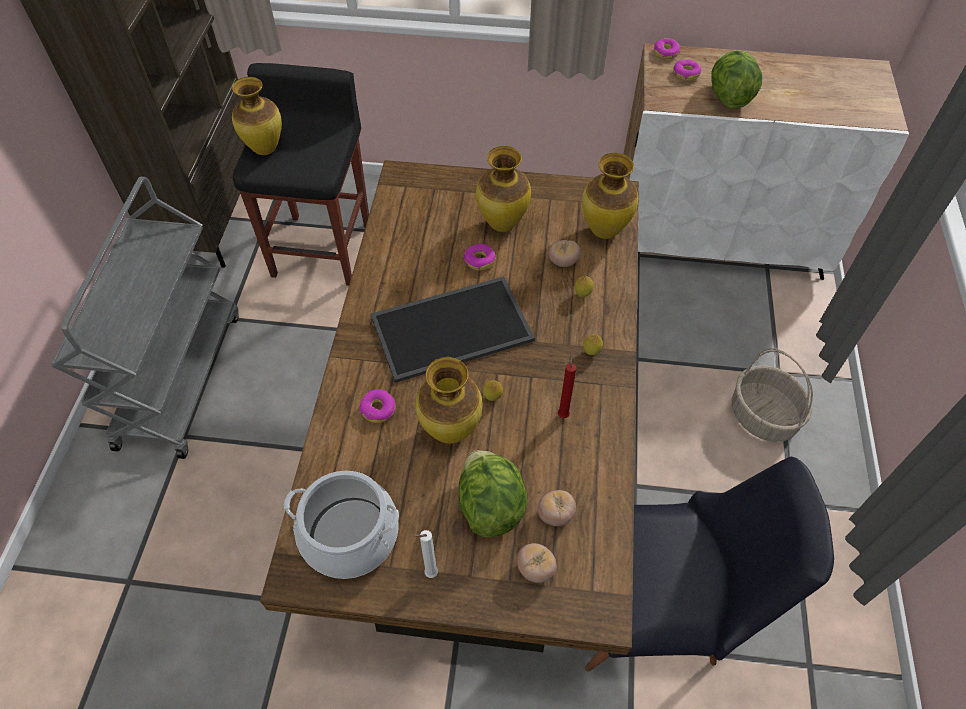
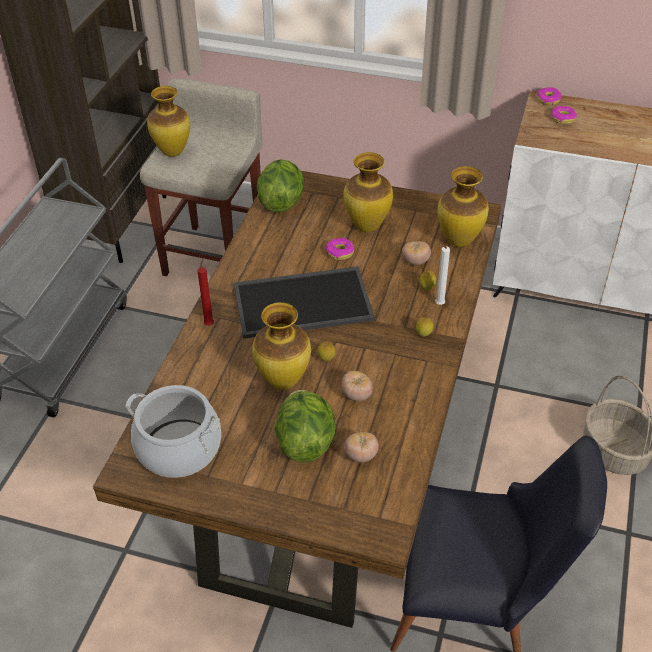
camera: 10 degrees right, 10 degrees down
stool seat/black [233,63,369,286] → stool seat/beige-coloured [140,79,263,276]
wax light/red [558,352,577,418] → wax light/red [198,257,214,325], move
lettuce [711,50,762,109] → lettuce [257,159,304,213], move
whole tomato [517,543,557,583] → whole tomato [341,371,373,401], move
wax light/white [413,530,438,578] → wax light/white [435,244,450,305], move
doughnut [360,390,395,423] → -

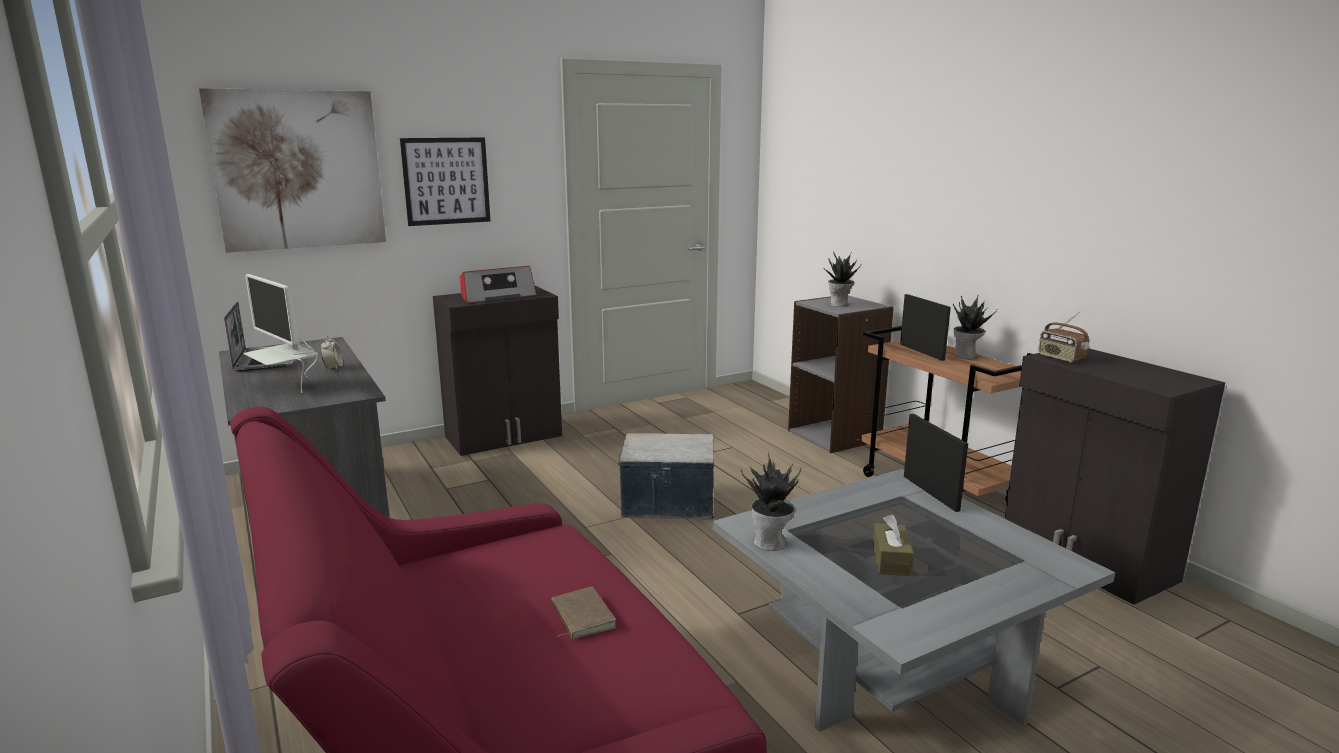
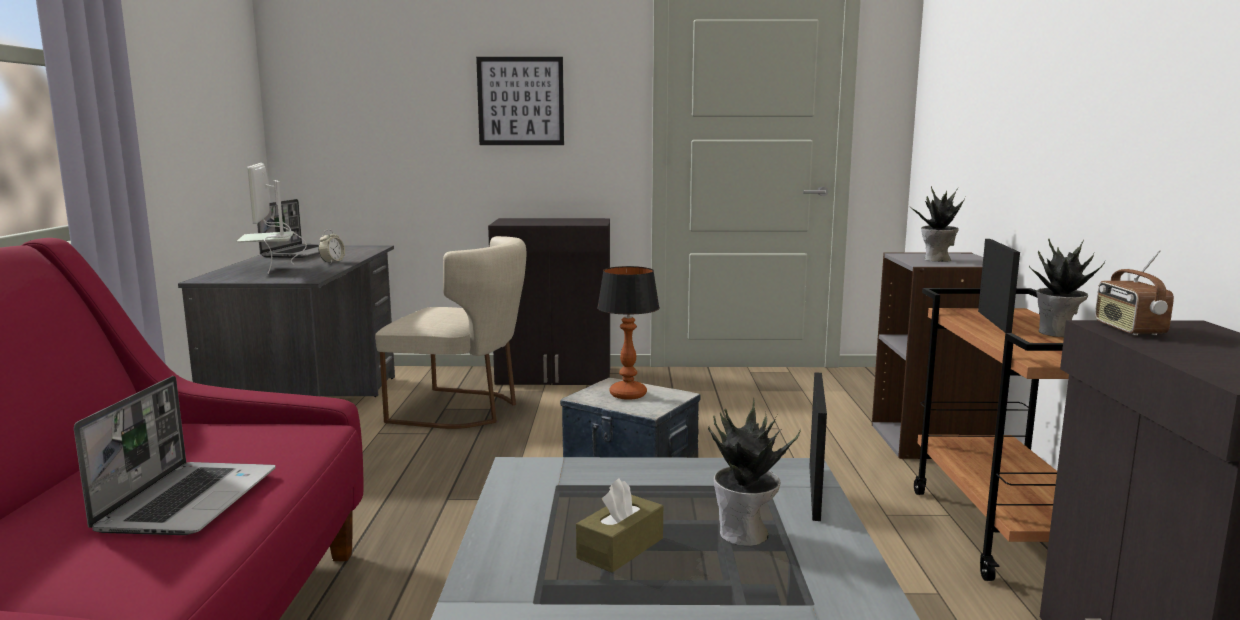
camera: 30 degrees right, 5 degrees down
bound book/brown [551,587,616,639] → laptop [74,376,276,535]
- → chair/beige-coloured [375,236,526,429]
- → table lamp [597,266,660,400]
houseplant [741,453,802,551] → houseplant [708,398,801,546], move
wall art [199,88,386,253] → -
radio set [460,266,537,303] → -

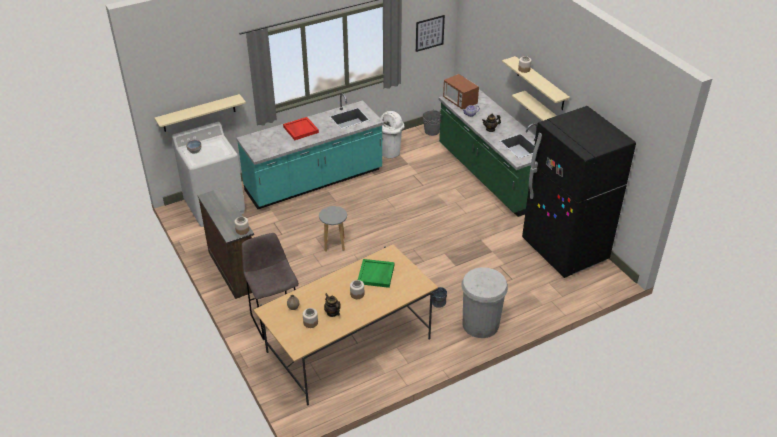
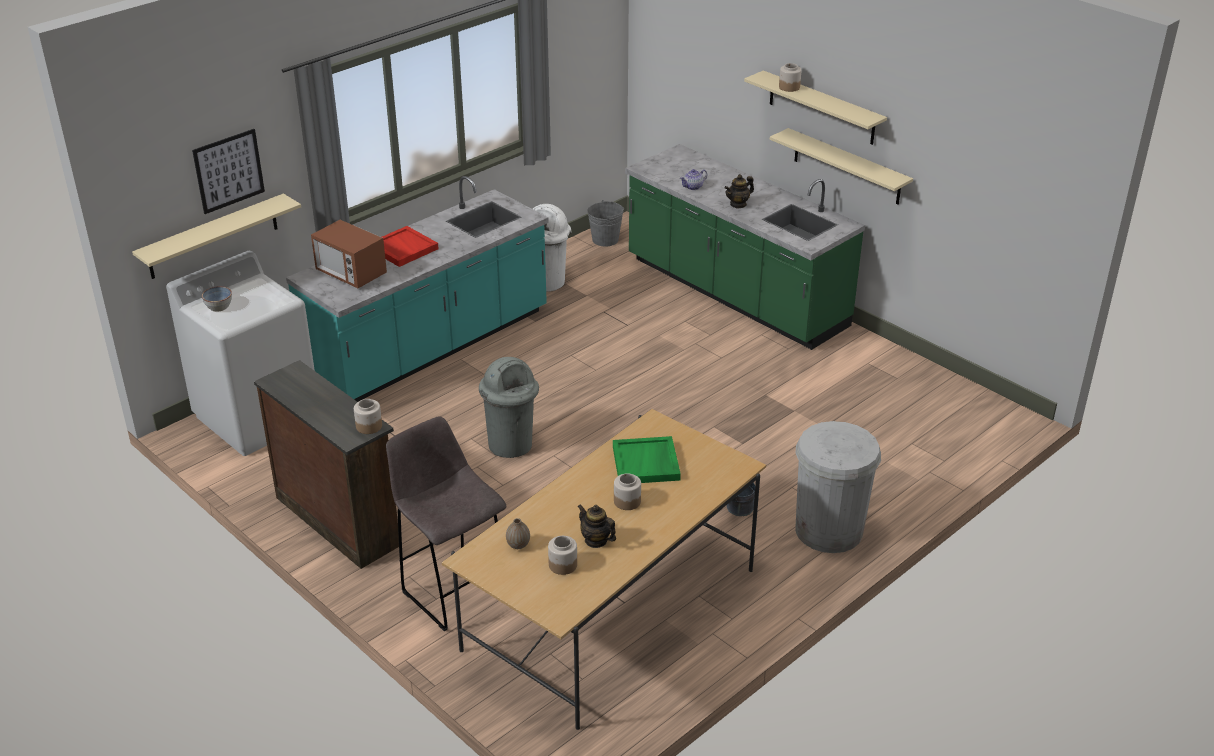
camera: 15 degrees left, 5 degrees down
wall art [416,15,445,52] → wall art [192,129,265,214], move
kitchen microwave [443,74,479,109] → kitchen microwave [311,220,387,288], move
stool seat/greyish [319,206,347,252] → rubbish bin/greyish [479,357,539,458]
fridge/black [522,106,636,278] → -

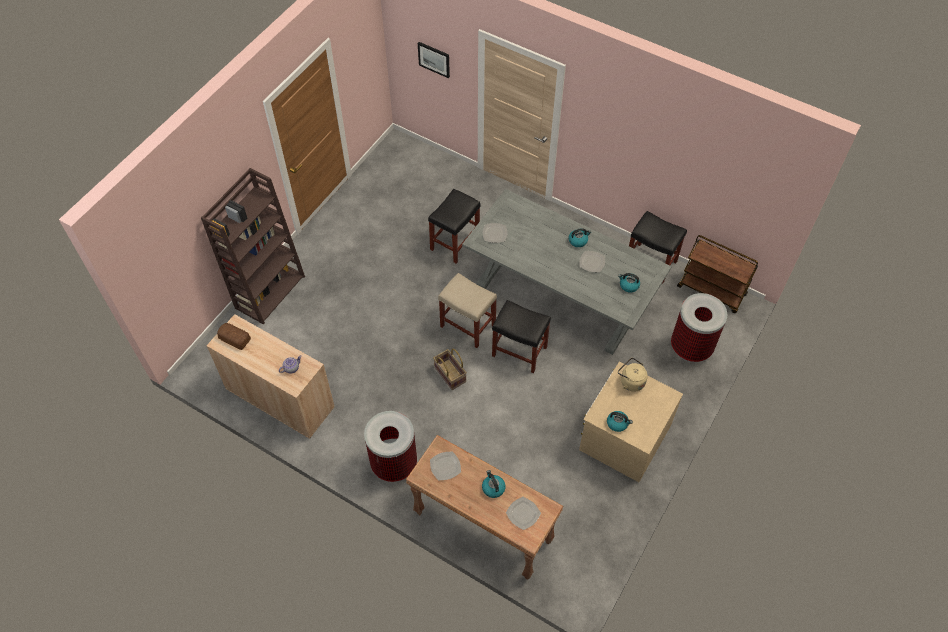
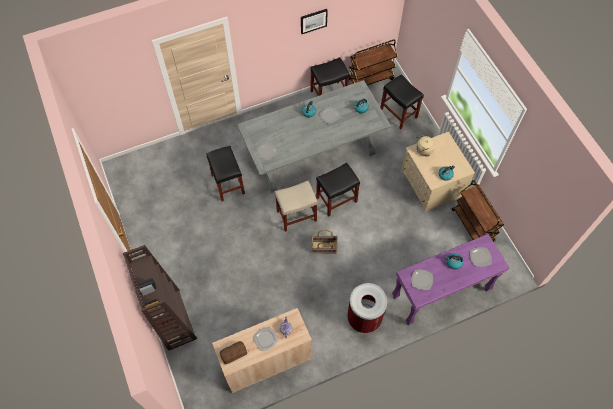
camera: 55 degrees left, 5 degrees up
- → flat dish [253,327,278,351]
wall art [418,42,450,78] → wall art [301,9,328,34], move
rubbish bin [671,293,727,362] → stool seat/black [380,74,424,129]
hall table/brown [406,435,563,580] → hall table/purple-coloured [392,234,509,325]
- → cart/brown [452,180,504,242]

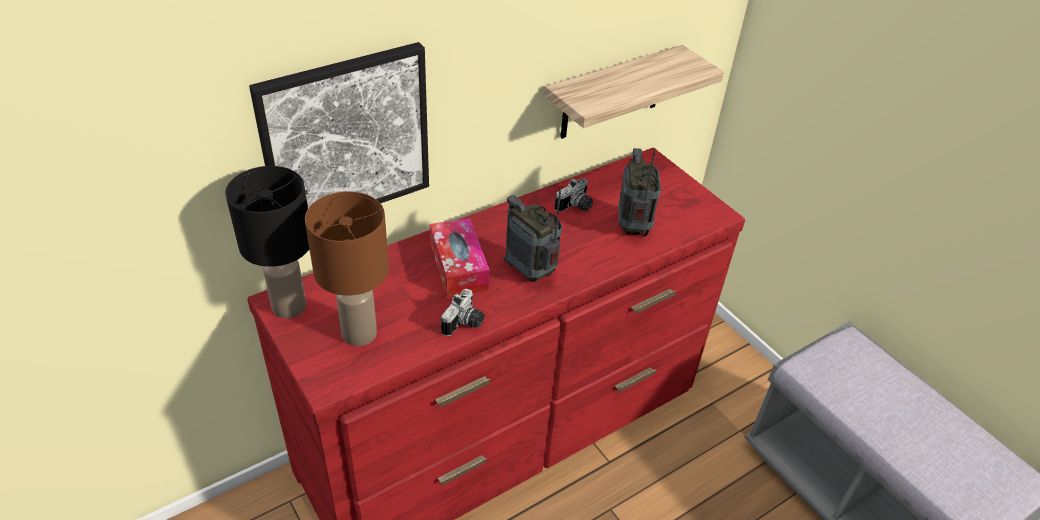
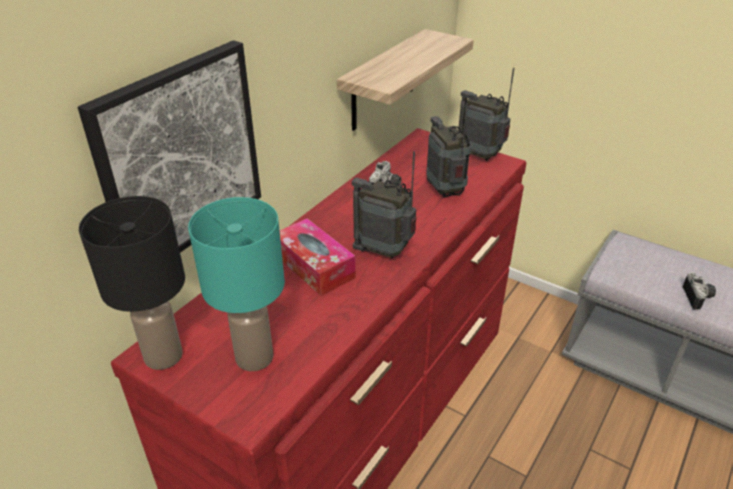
camera: 20 degrees left, 5 degrees down
table lamp/brown [305,191,389,346] → table lamp/turquoise [188,197,285,371]
- → radio set [458,68,514,161]
photo camera [441,289,484,336] → photo camera [682,272,716,310], move

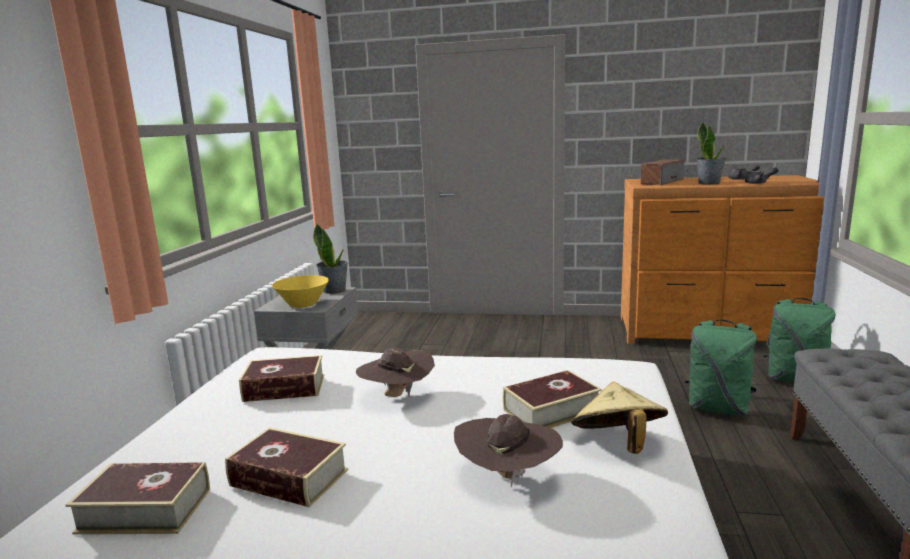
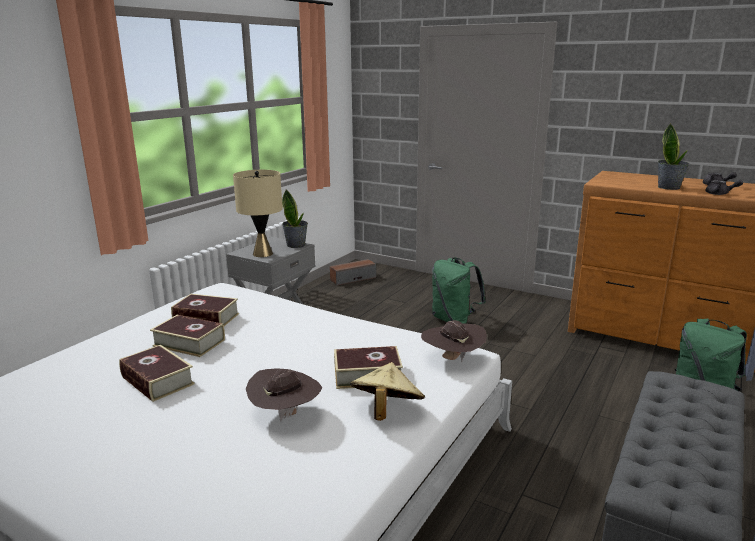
camera: 20 degrees right, 5 degrees up
bound book [66,462,210,535] → bound book [150,315,225,357], move
deep dish/yellow [272,275,329,308] → table lamp/beige-coloured [233,170,283,257]
loudspeaker [641,160,684,185] → loudspeaker [330,259,376,286], move
wearable hat/brown [356,348,435,397] → wearable hat/brown [421,320,487,362], move
backpack/greenish [685,320,757,416] → backpack/greenish [432,257,486,324], move

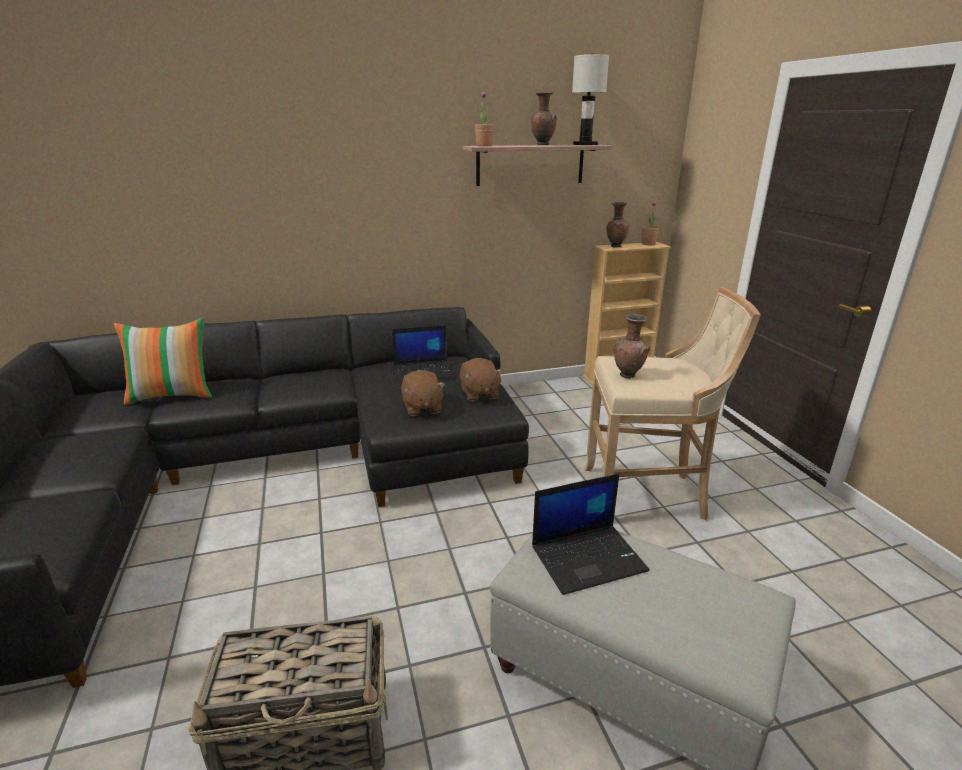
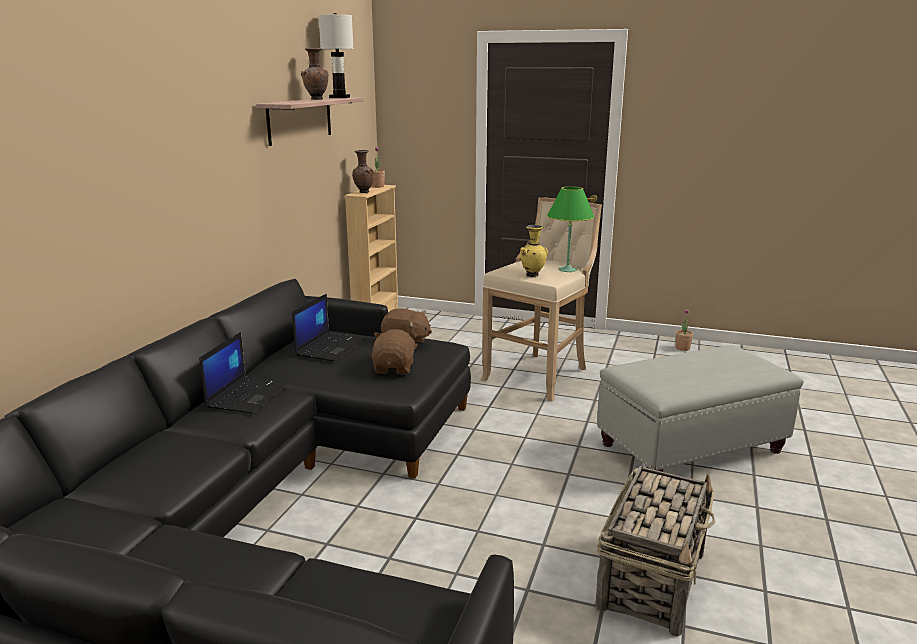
camera: 55 degrees left, 5 degrees down
laptop [532,474,650,595] → laptop [199,332,289,414], move
soft toy/brown [401,370,446,416] → soft toy/brown [371,329,417,375], 105 degrees counterclockwise
vase/brown [614,314,650,379] → vase/yellow [520,225,548,277]
- → table lamp/greenish [547,186,595,272]
houseplant [475,91,494,146] → houseplant [676,309,693,351], move
throw pillow [114,318,212,405] → -

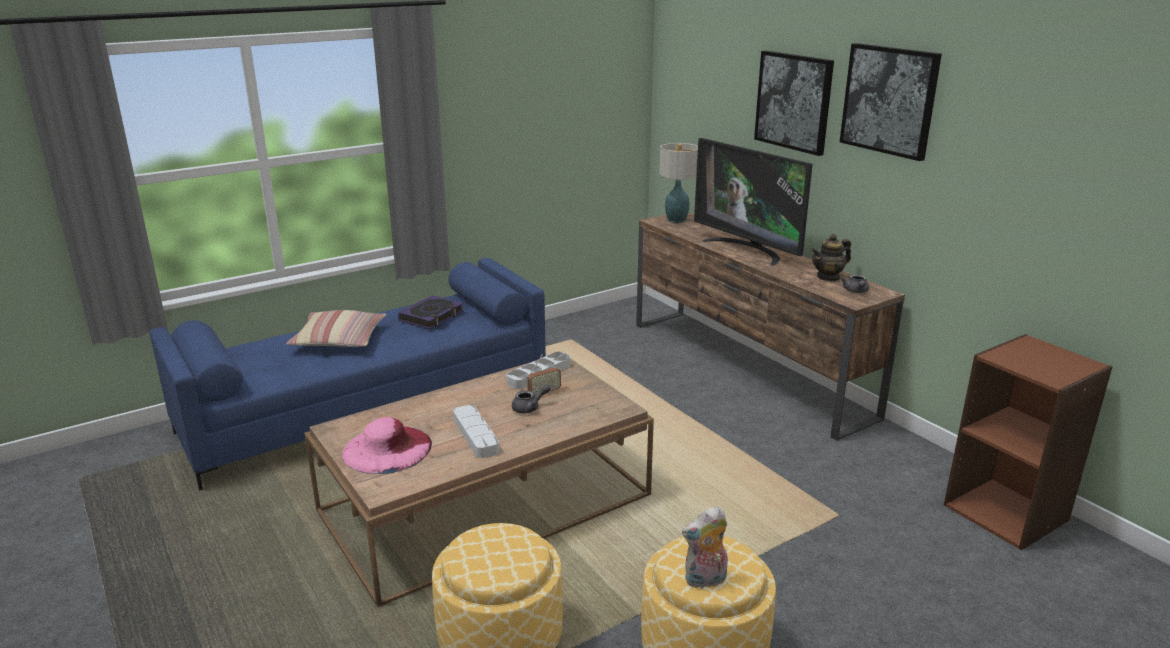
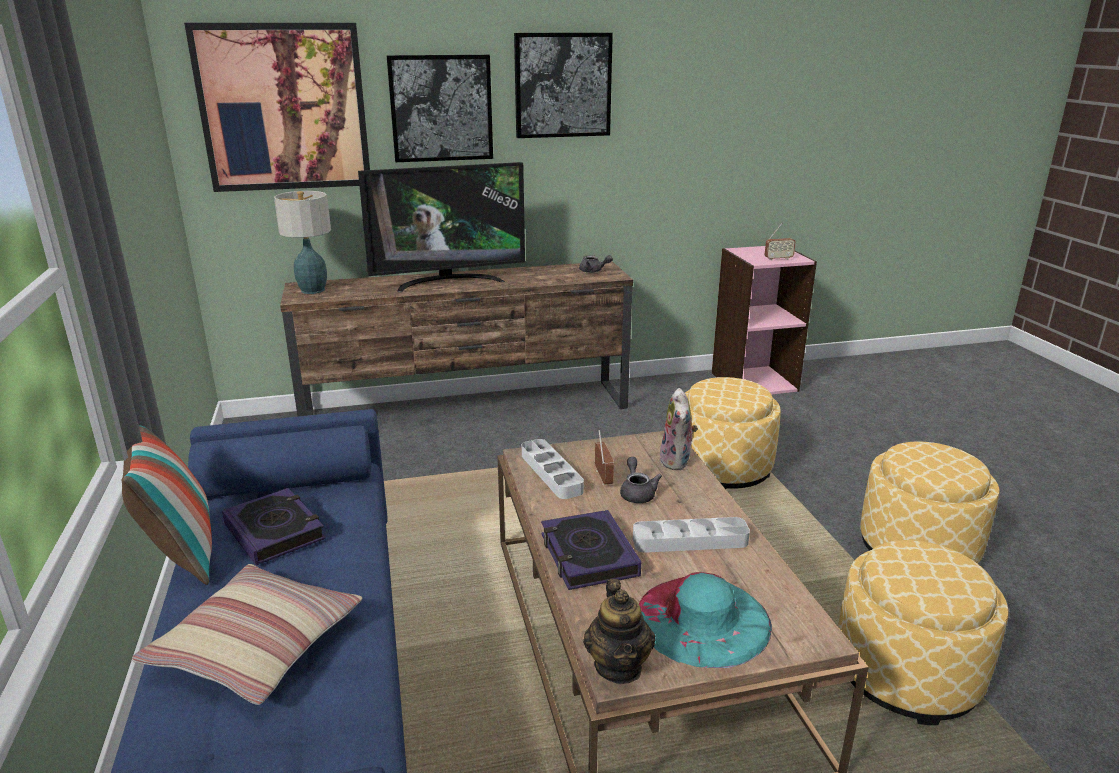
camera: 70 degrees left, 0 degrees up
- → throw pillow [121,426,212,585]
- → wall art [184,23,370,192]
- → bound book [541,510,641,590]
teapot [811,234,851,281] → teapot [583,579,656,684], move
wearable hat/pink [342,417,432,474] → wearable hat/turquoise [639,572,772,668]
soft toy [682,506,728,589] → soft toy [659,388,698,471], move
- → pouffe [685,377,781,489]
bookshelf/brown [944,334,1113,550] → bookshelf/pink [712,246,817,395]
- → radio set [765,223,796,261]

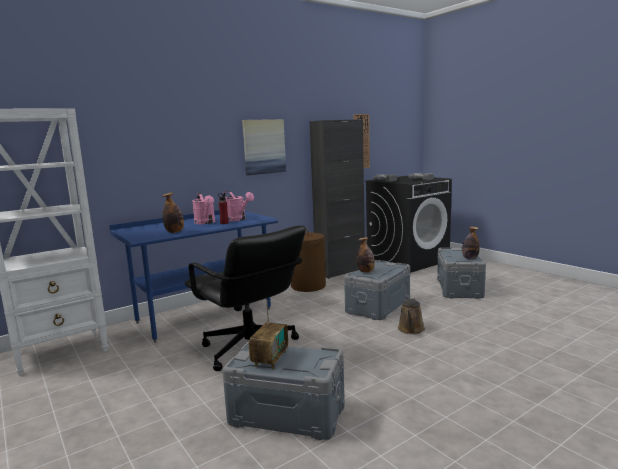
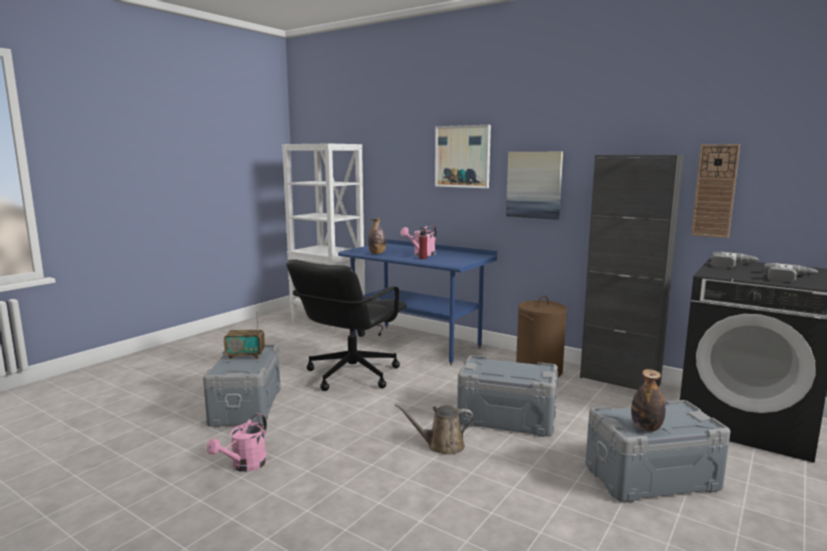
camera: 70 degrees right, 0 degrees up
watering pot/pink [223,191,254,221] → watering pot/pink [207,413,267,472], move
- → wall art [435,125,491,188]
drink bottle [357,237,375,273] → -

